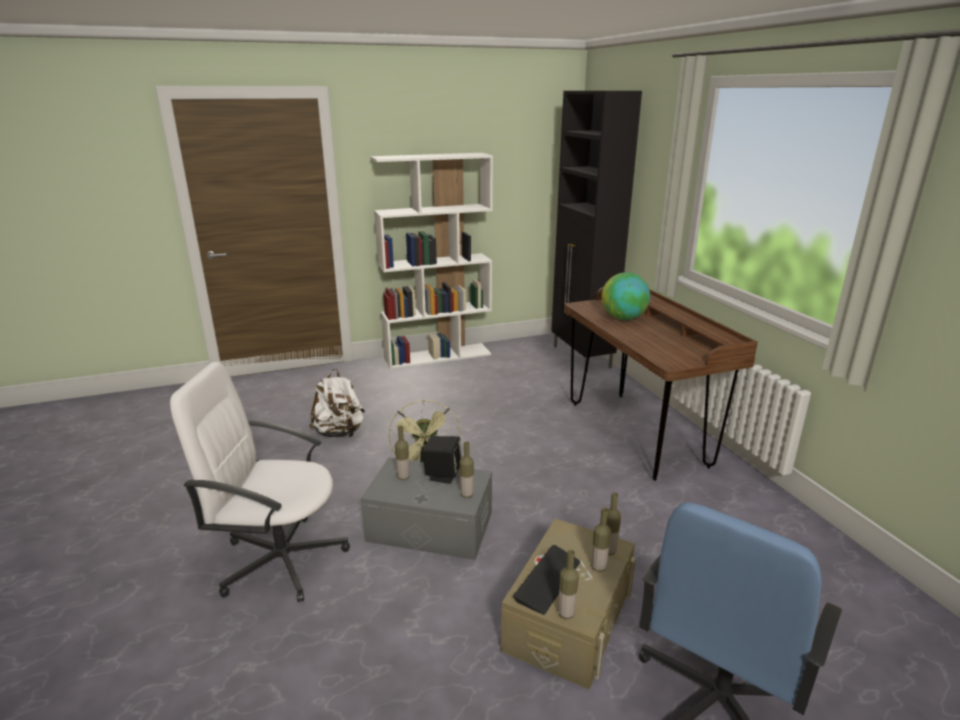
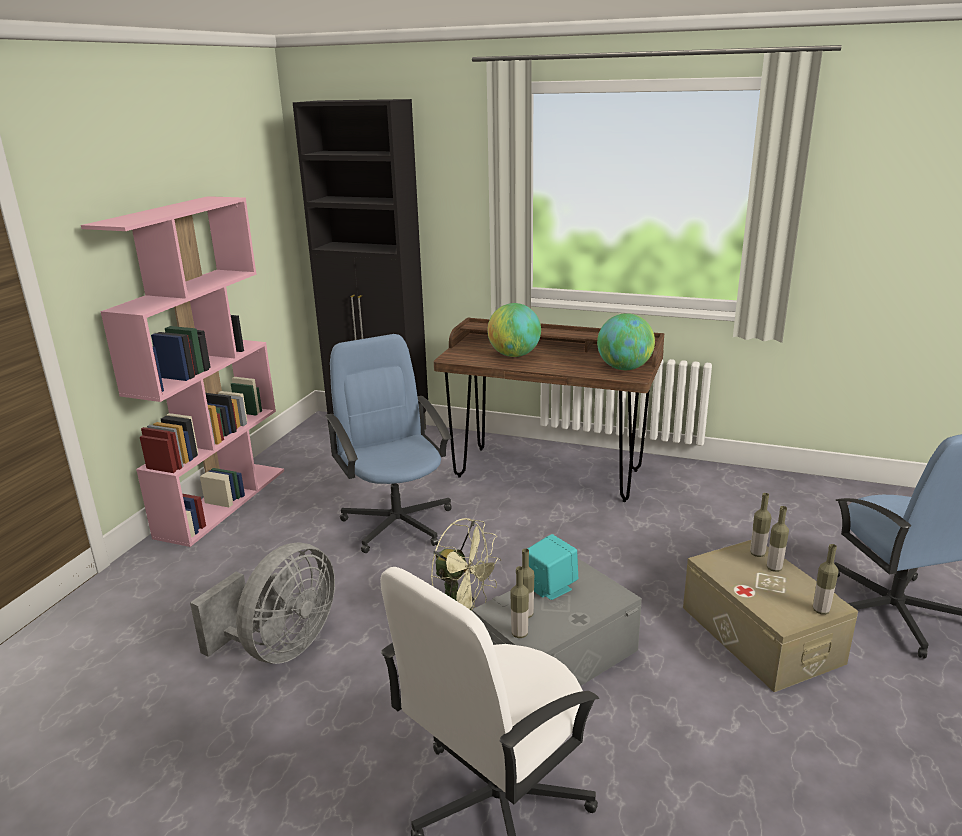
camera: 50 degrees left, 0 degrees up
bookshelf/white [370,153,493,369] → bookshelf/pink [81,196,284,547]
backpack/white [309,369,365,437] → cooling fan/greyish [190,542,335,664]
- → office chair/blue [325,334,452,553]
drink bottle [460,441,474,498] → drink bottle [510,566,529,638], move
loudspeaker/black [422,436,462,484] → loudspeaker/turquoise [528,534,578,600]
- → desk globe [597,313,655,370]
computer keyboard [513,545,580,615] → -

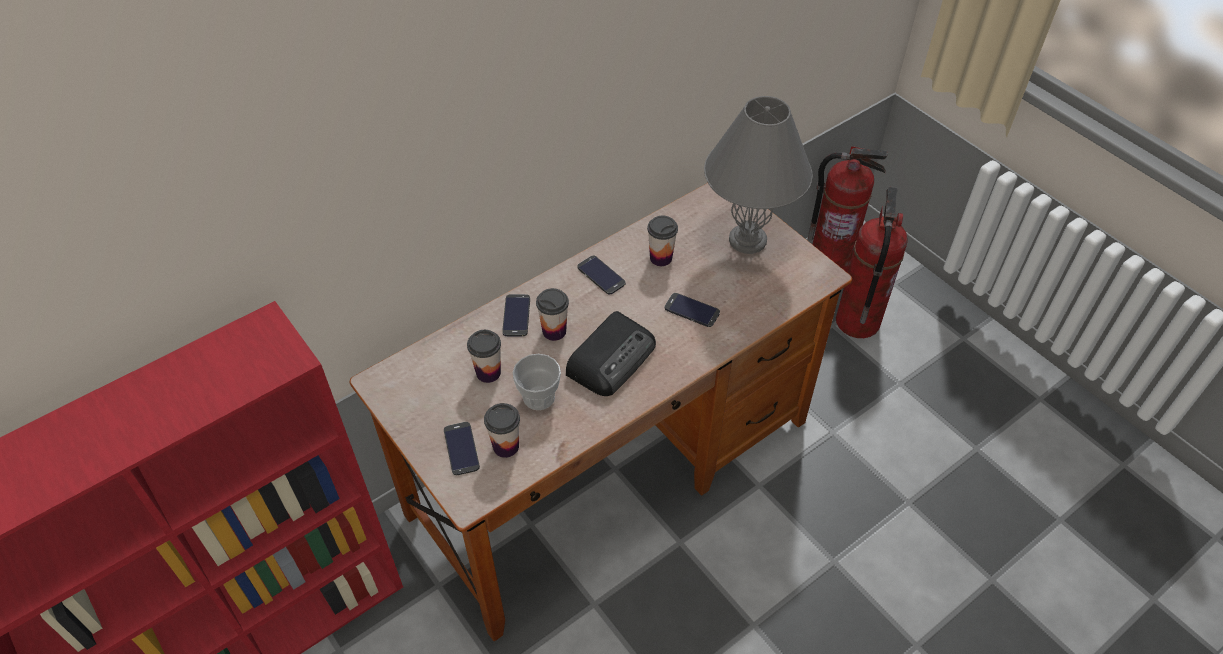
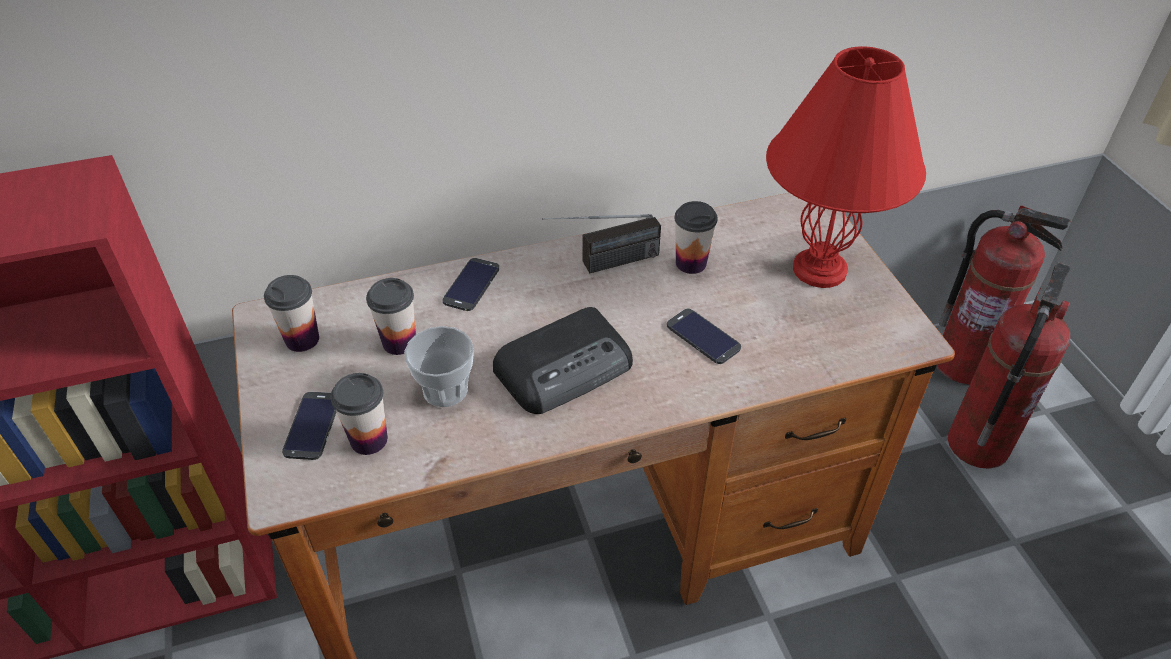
camera: 20 degrees right, 5 degrees down
cup [536,288,569,341] → cup [264,275,319,352], move
phone [577,256,625,294] → radio set [542,214,661,273]
table lamp/greyish [704,96,812,254] → table lamp/red [766,46,926,288]

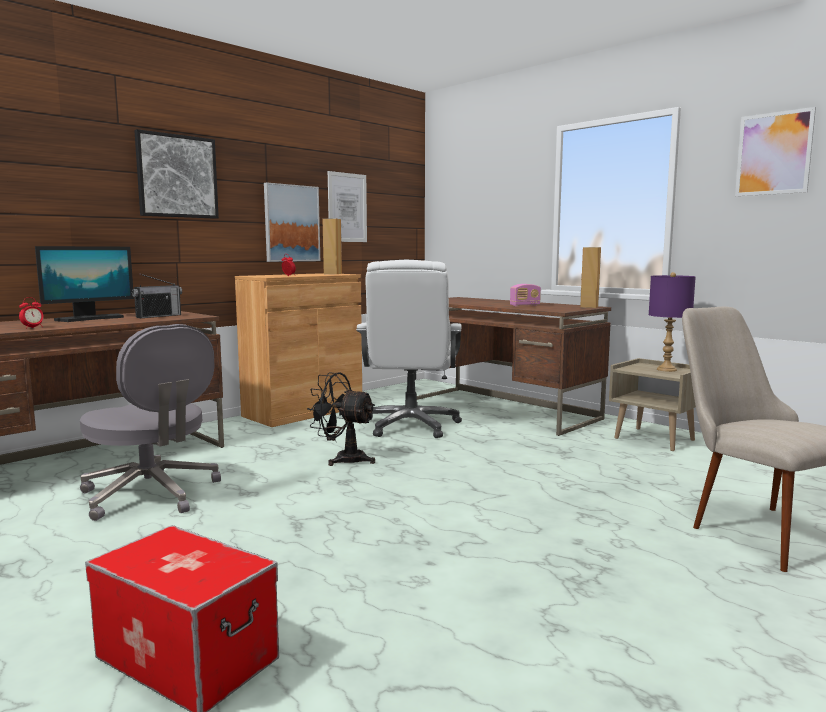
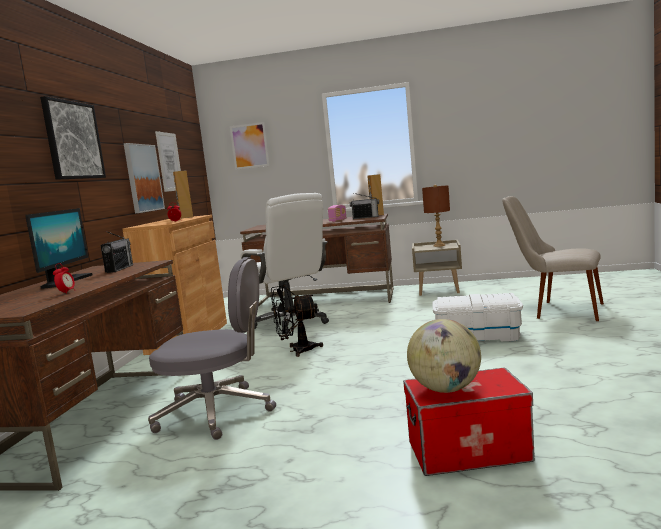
camera: 35 degrees left, 0 degrees up
wall art [735,107,816,196] → wall art [230,122,270,170], move
- → radio set [350,193,379,219]
- → desk globe [407,319,481,393]
table lamp/purple-coloured [649,272,696,372] → table lamp/brown [422,185,450,247]
- → storage container/white [432,293,523,341]

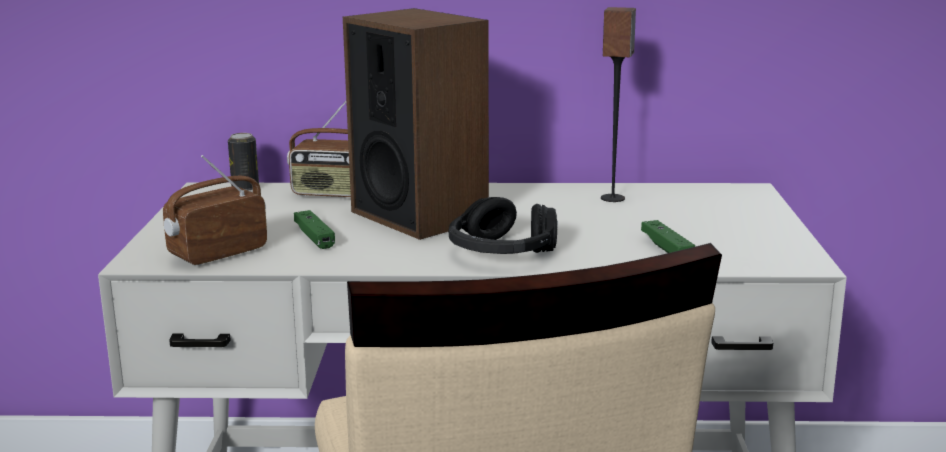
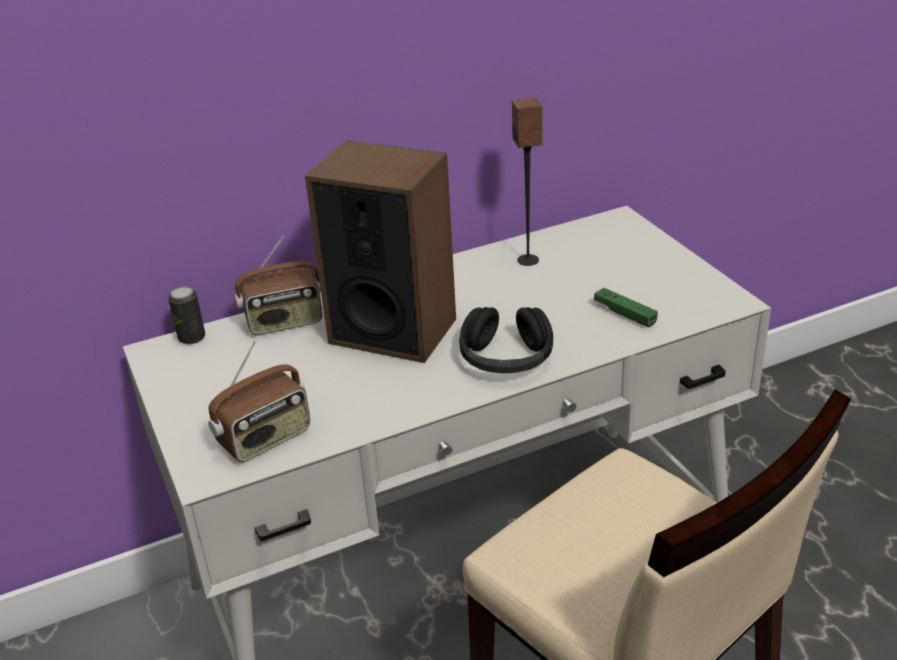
camera: 25 degrees left, 15 degrees up
radio set [163,155,267,265] → radio set [208,341,310,462], 150 degrees counterclockwise
gamepad/greenish [294,210,335,249] → -

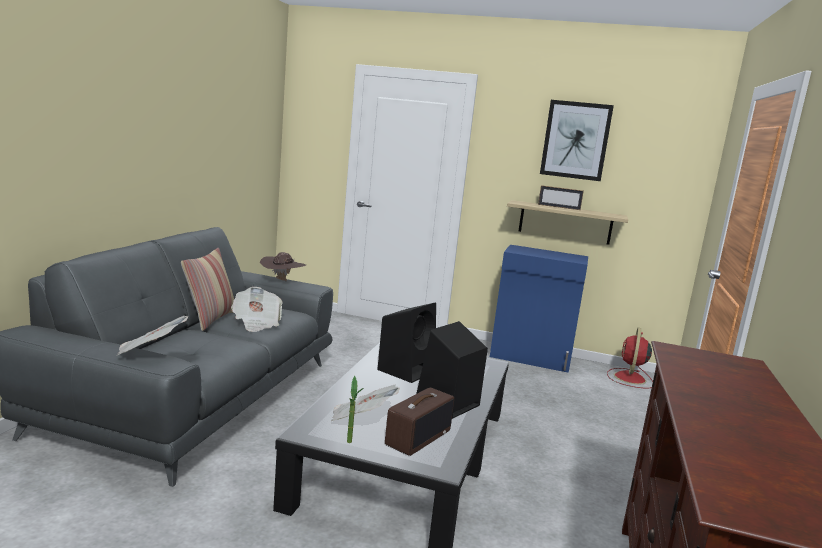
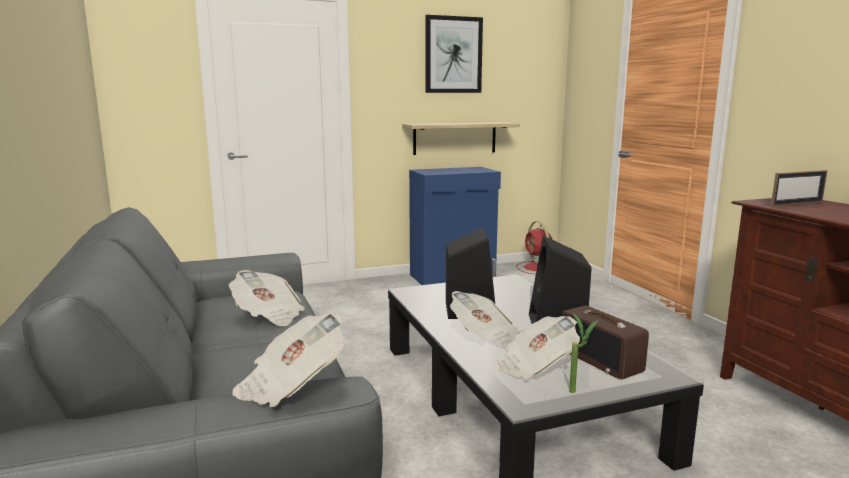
camera: 35 degrees left, 0 degrees up
- → daily paper [450,291,518,349]
radio set [385,387,454,456] → radio set [562,306,649,379], 150 degrees clockwise
standing frame [538,185,584,210] → standing frame [771,170,828,206], move
throw pillow [181,248,234,331] → -
wearable hat/brown [260,252,306,281] → -

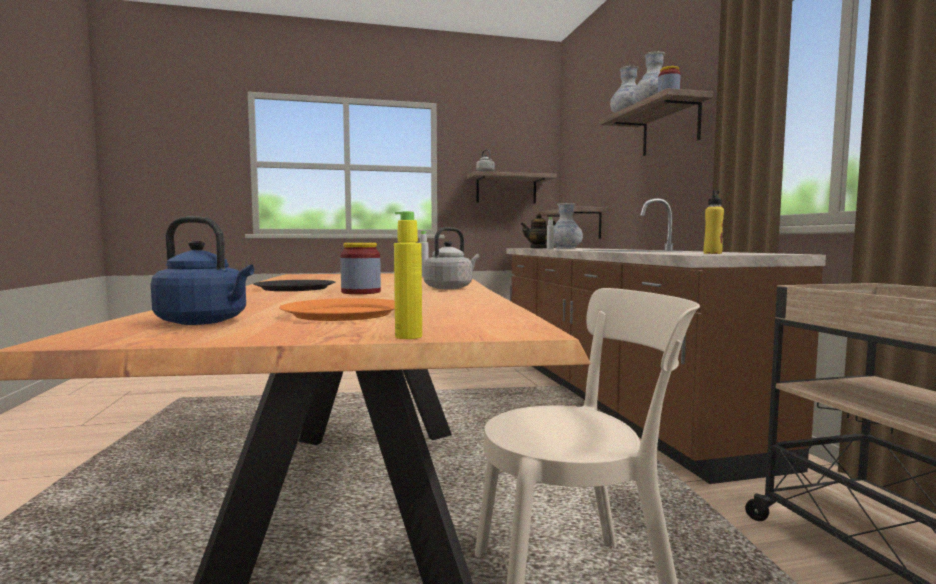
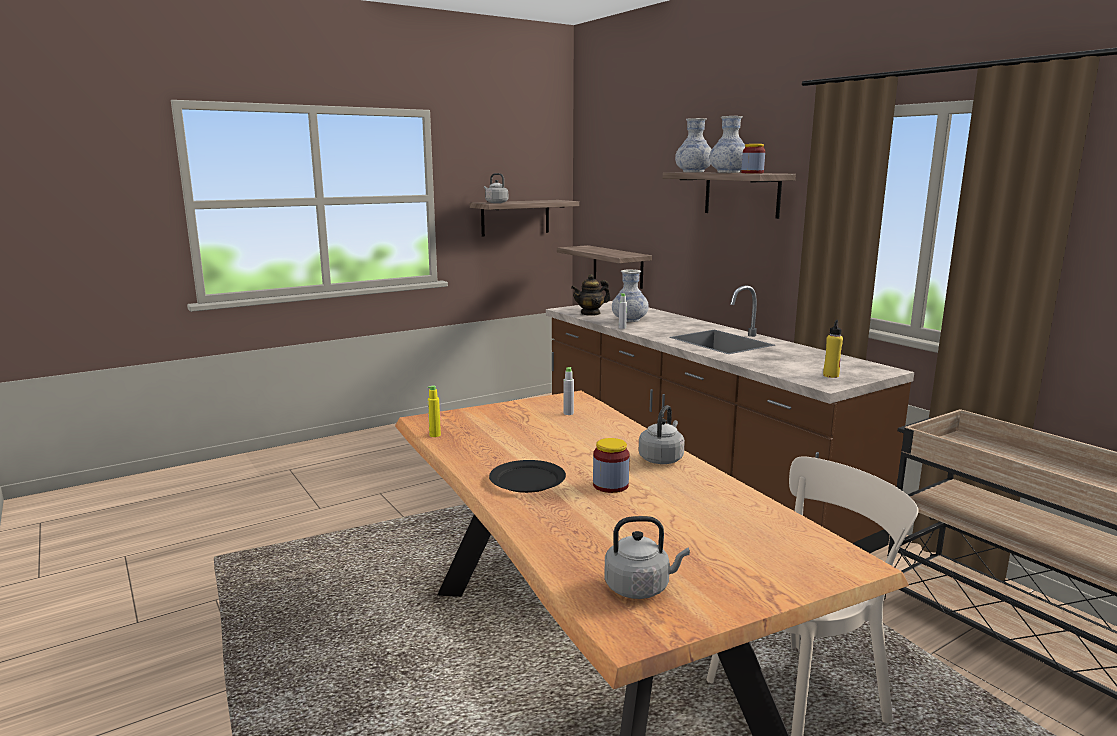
camera: 20 degrees left, 10 degrees up
drink bottle/yellow [394,211,422,339] → drink bottle/yellow [428,385,441,437], move
water kettle/blue [151,216,254,325] → water kettle/greyish [604,516,690,599]
flat dish/orange-coloured [279,298,395,321] → -

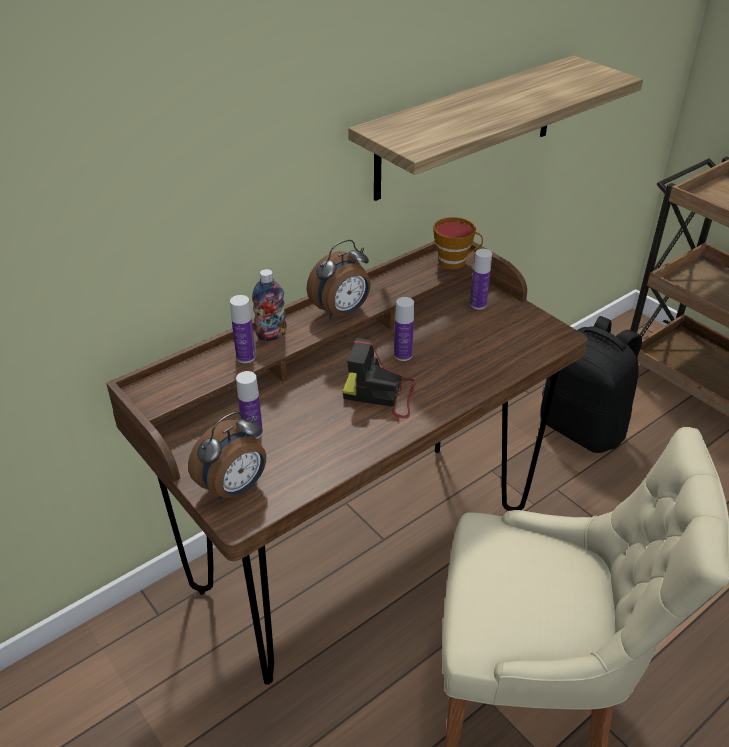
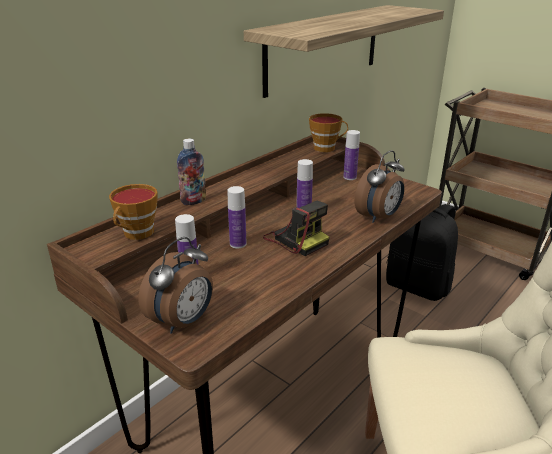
camera: 10 degrees left, 10 degrees down
- → cup [109,184,158,240]
drink bottle [230,295,256,363] → drink bottle [227,186,246,249], move
photo camera [343,338,415,419] → photo camera [263,201,330,256], 135 degrees counterclockwise
bedside clock [307,240,371,319] → bedside clock [355,150,404,223], move

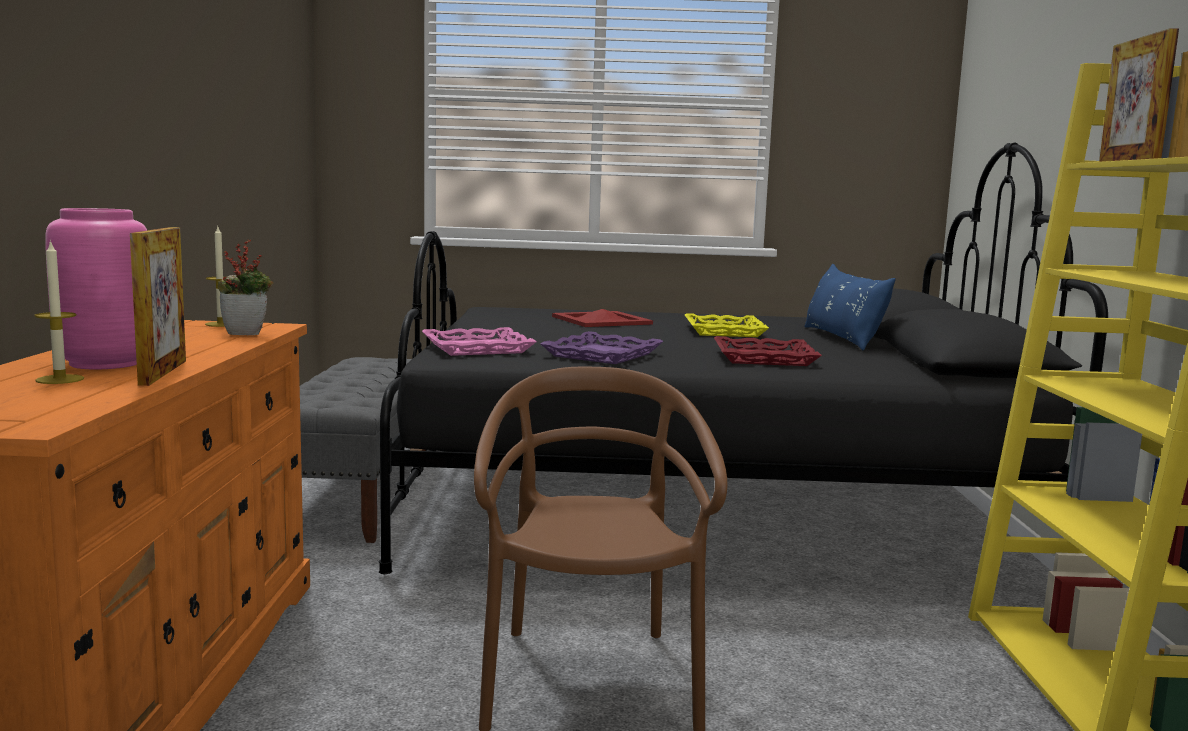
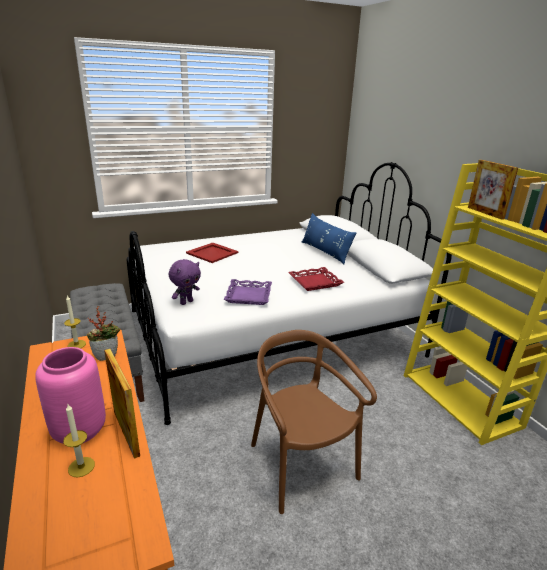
camera: 25 degrees left, 15 degrees up
bedroom bed/black [379,143,1108,574] → bedroom bed/white [127,162,452,425]
tray/pink [422,327,537,356] → soft toy/purple-coloured [169,259,201,305]
tray/yellow [685,313,769,337] → -

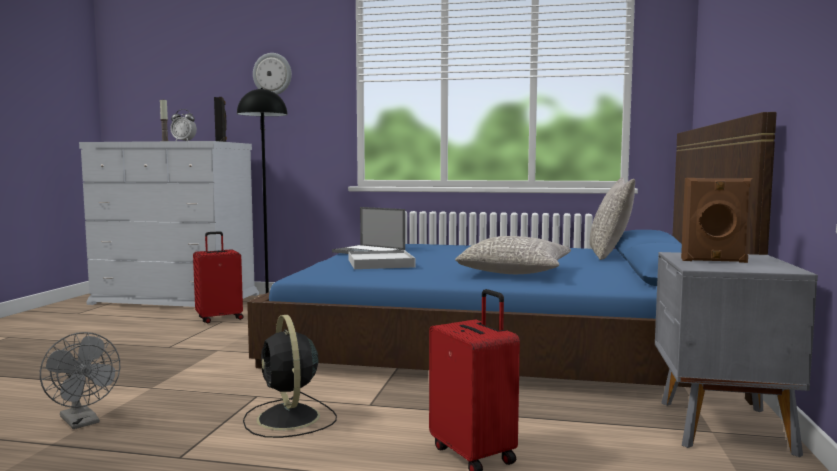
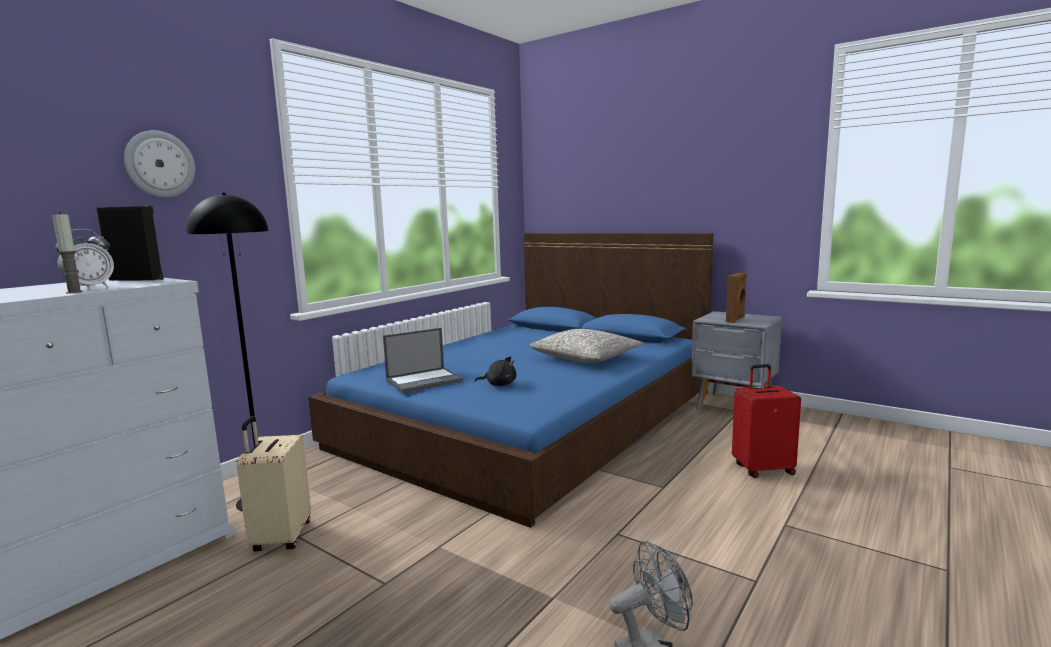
camera: 65 degrees left, 5 degrees up
travel case/red [193,231,244,323] → travel case/beige-coloured [236,416,311,552]
tray/white [349,250,415,269] → soft toy/black [475,357,516,386]
cooling fan/black [243,315,337,438] → -
throw pillow/greyish [590,177,635,260] → -

